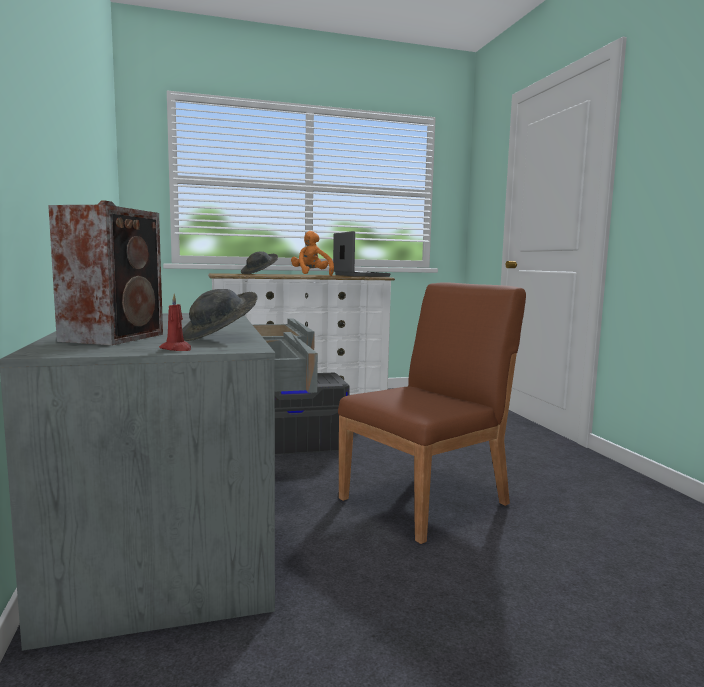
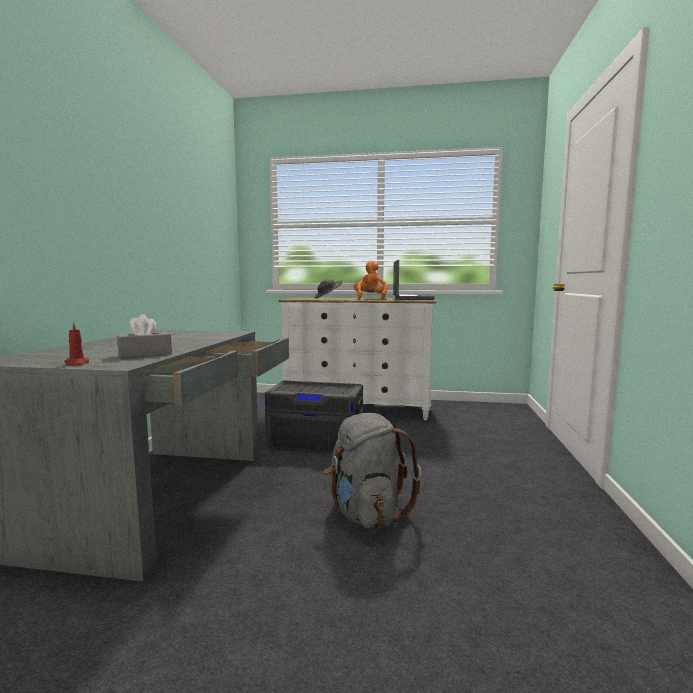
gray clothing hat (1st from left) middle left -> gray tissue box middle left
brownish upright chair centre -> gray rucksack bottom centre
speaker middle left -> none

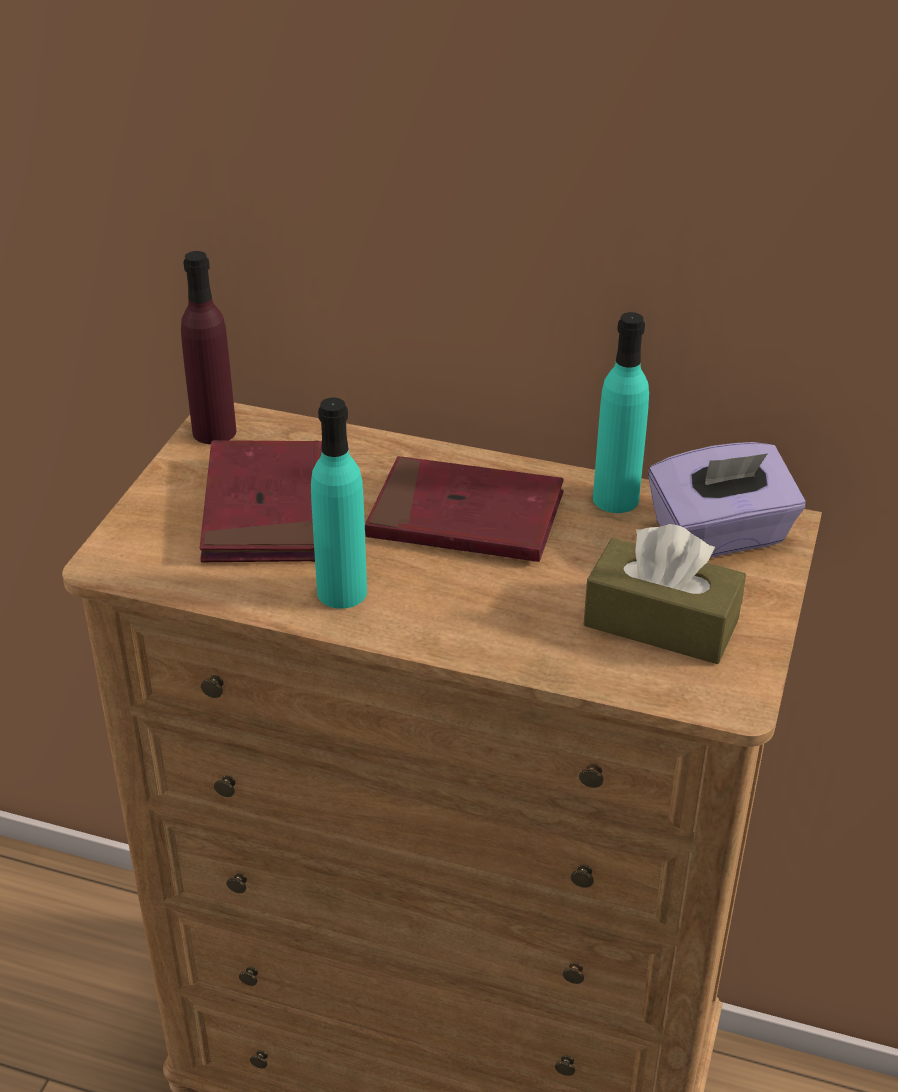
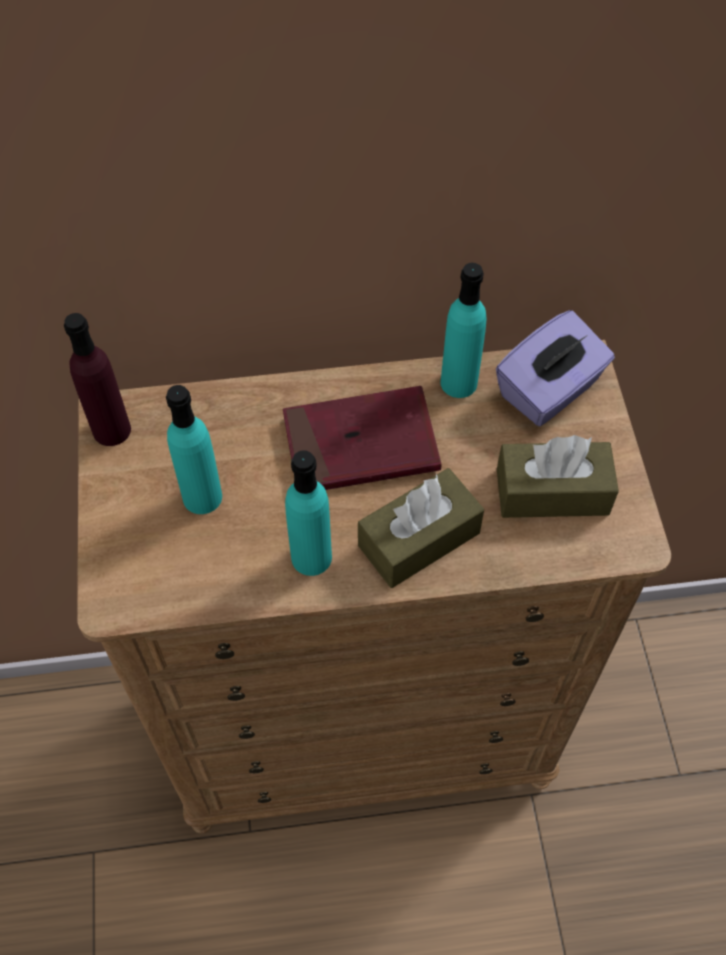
reddish book (1st from left) middle left -> turquoise-coloured drink bottle (1st from left) middle left
none -> brownish tissue box (1st from left) centre

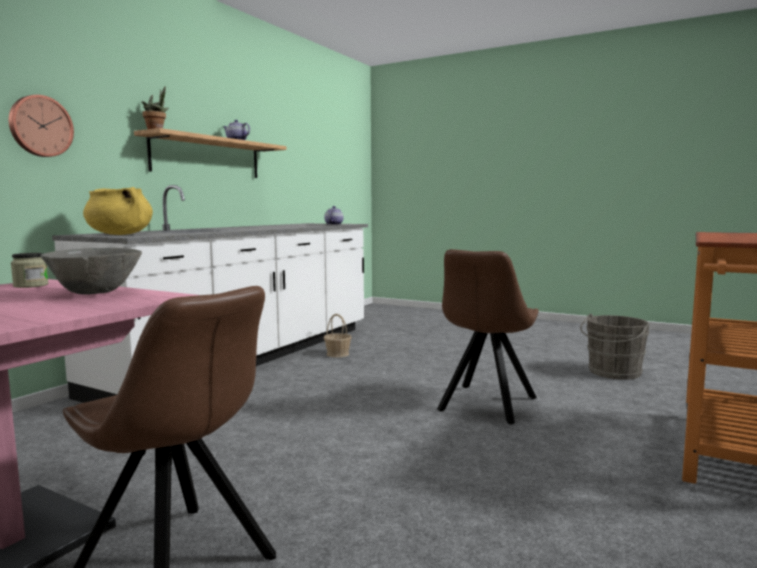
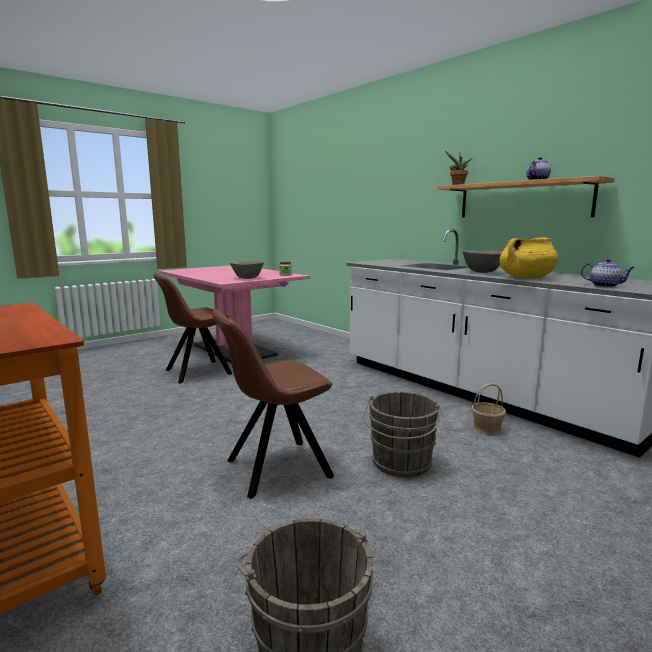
brownish upright chair (2nd from left) centre, 75 degrees counterclockwise
none -> gray water bucket (2nd from left) bottom centre
none -> gray deep dish (2nd from left) middle right
yellow-coloured saucepot middle left -> yellow-coloured saucepot middle right, moved
clock on the wall top left -> none

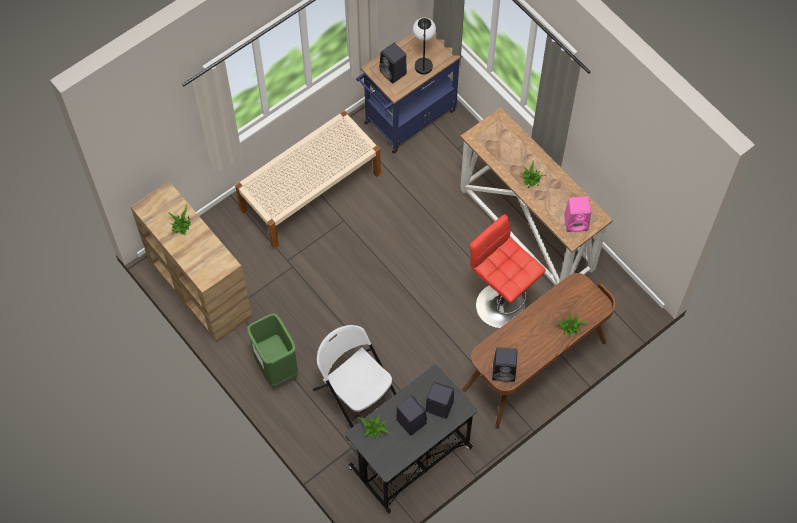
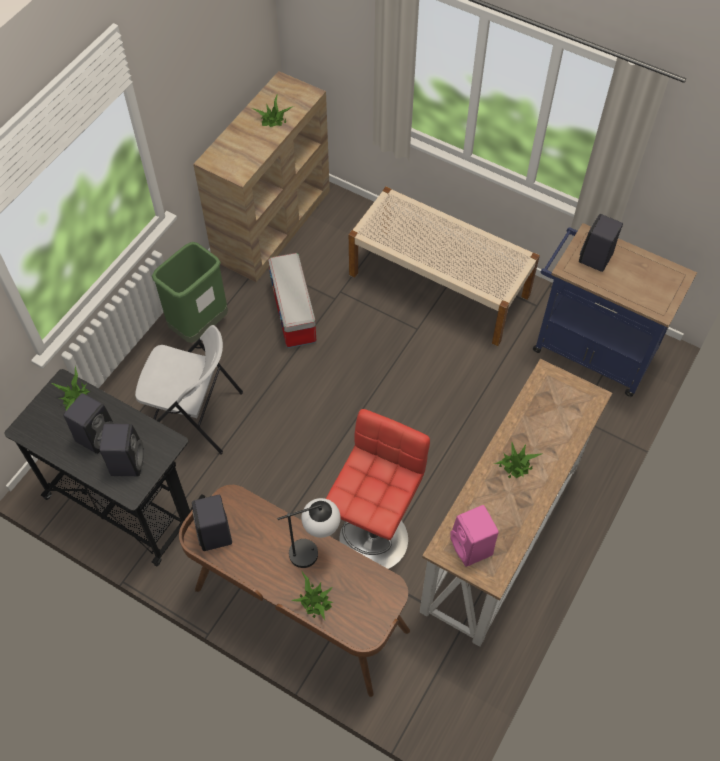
white upright chair bottom centre -> white upright chair middle left, 75 degrees clockwise
none -> storage container centre
table lamp top centre -> table lamp bottom centre, moved

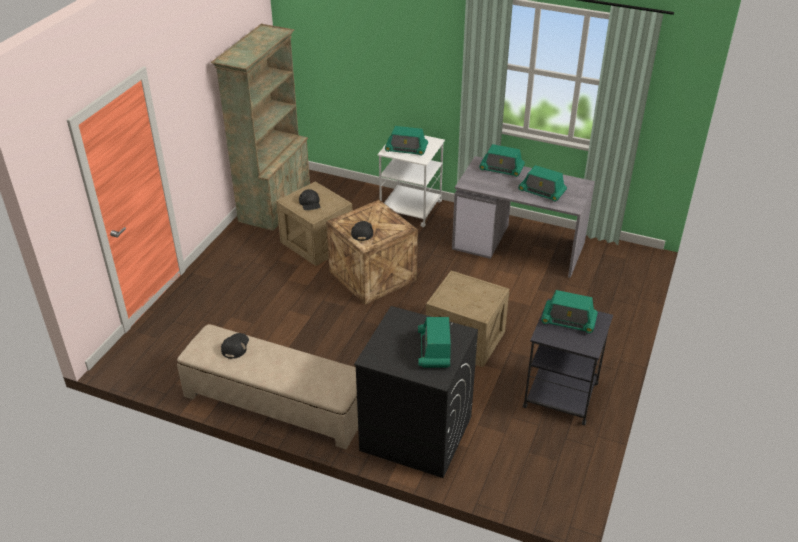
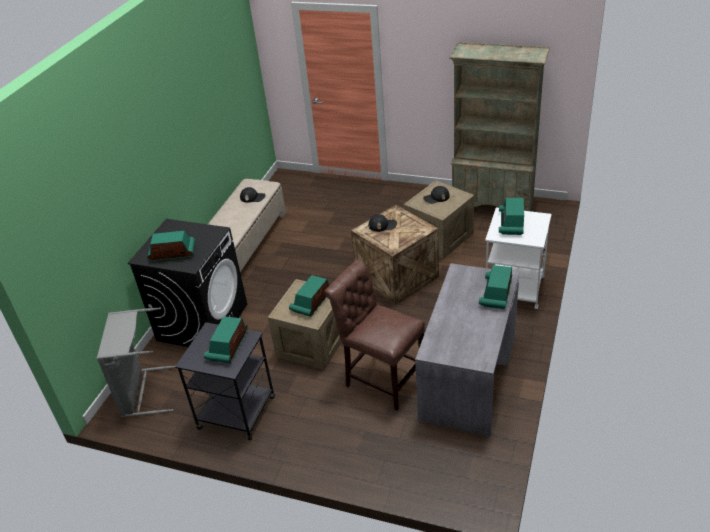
none -> gray hamper bottom left
radio set (4th from left in the first image) middle right -> radio set (3rd from left) centre, moved
none -> brownish upright chair centre

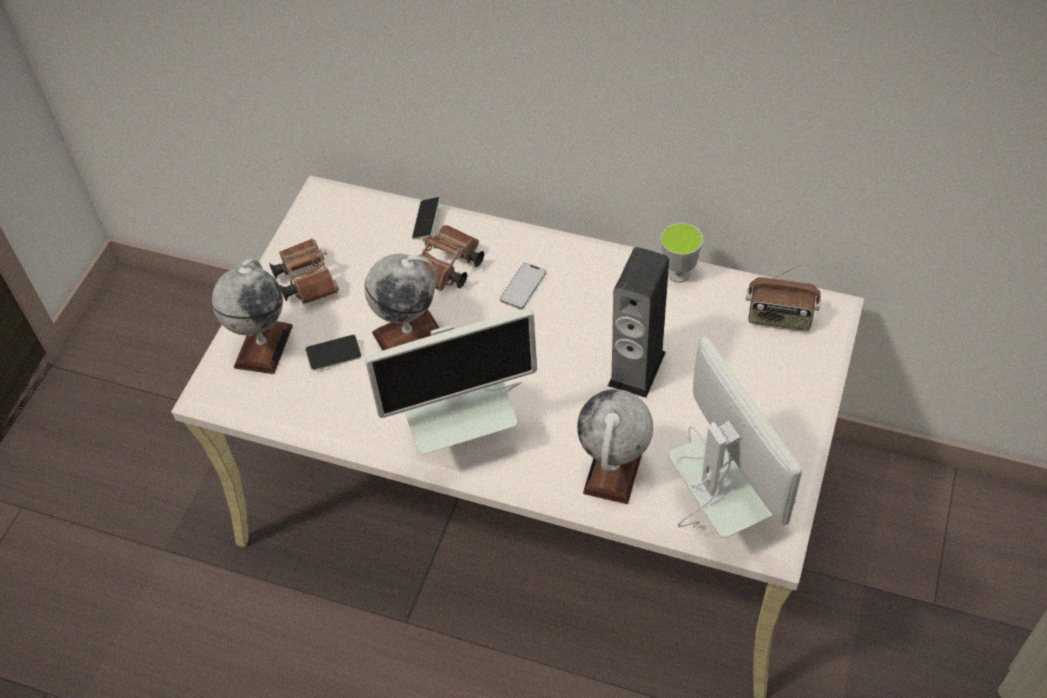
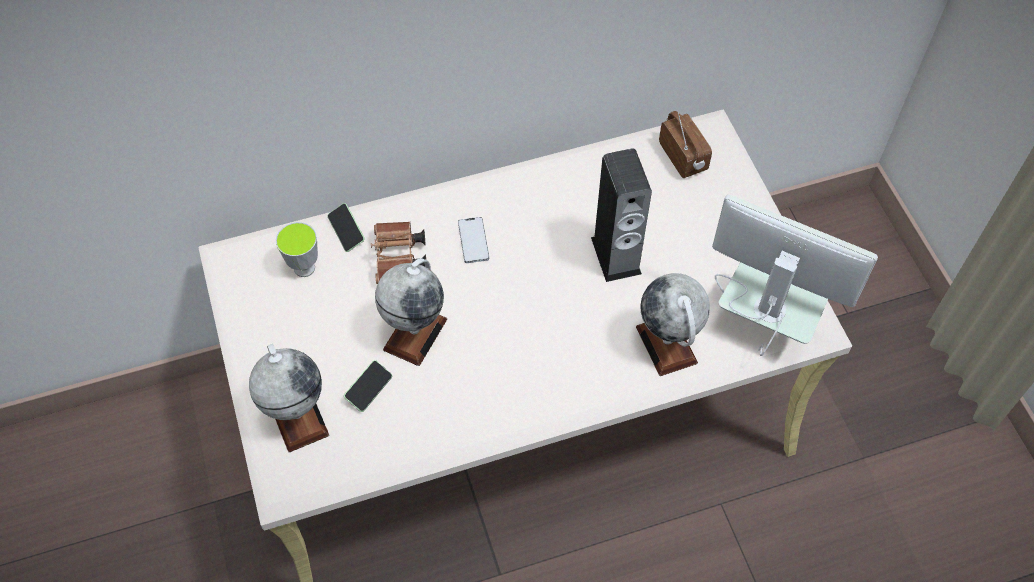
drinking cup centre -> drinking cup middle left, moved
radio set middle right -> radio set top centre, 90 degrees counterclockwise
brownish binoculars (1st from left) middle left -> none
computer display (1st from left) centre -> none

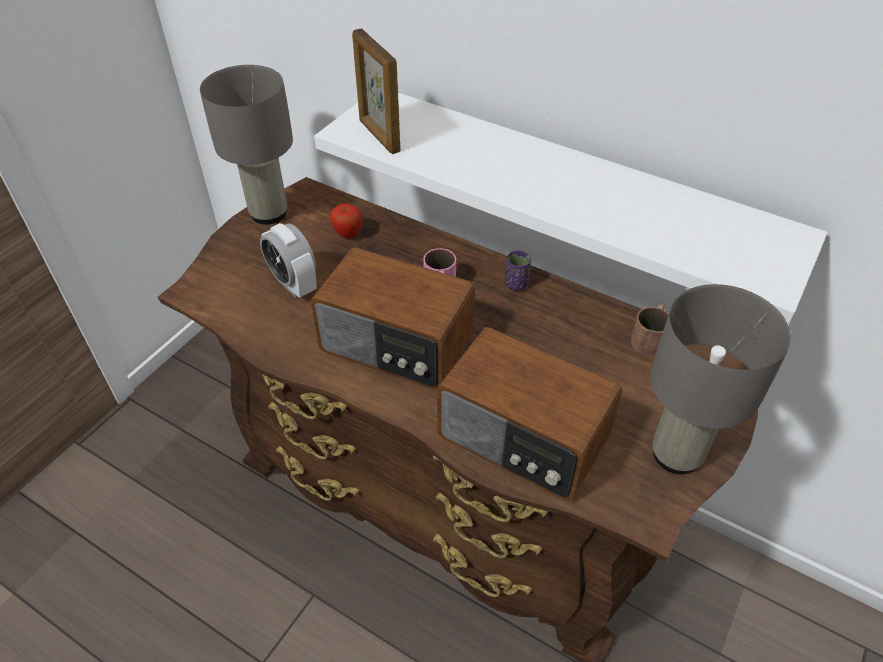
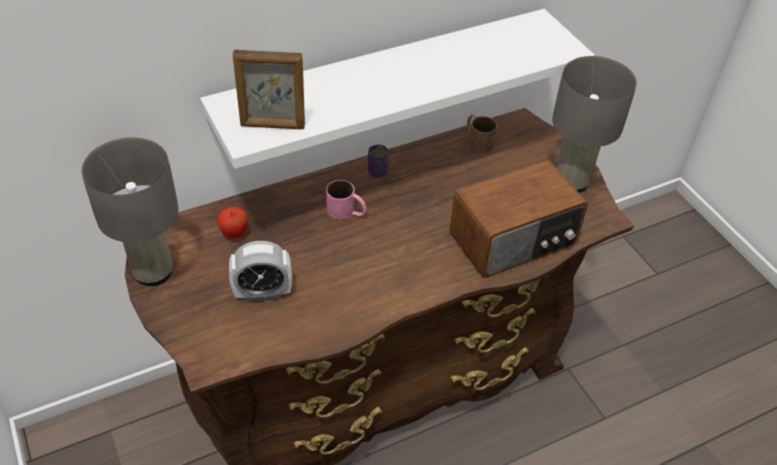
radio set (1st from left) centre -> none

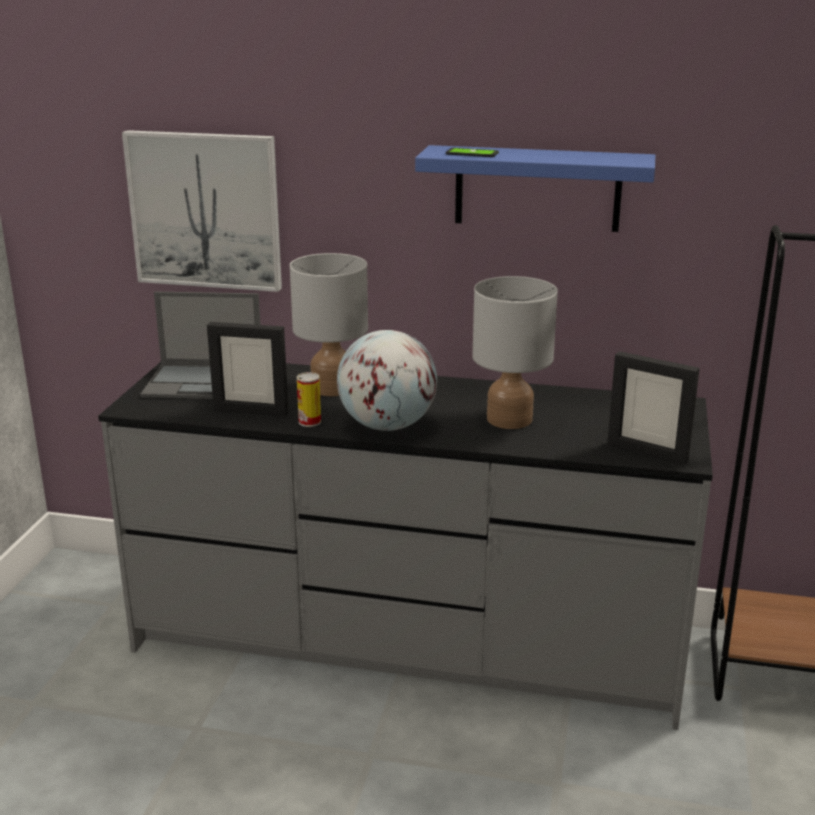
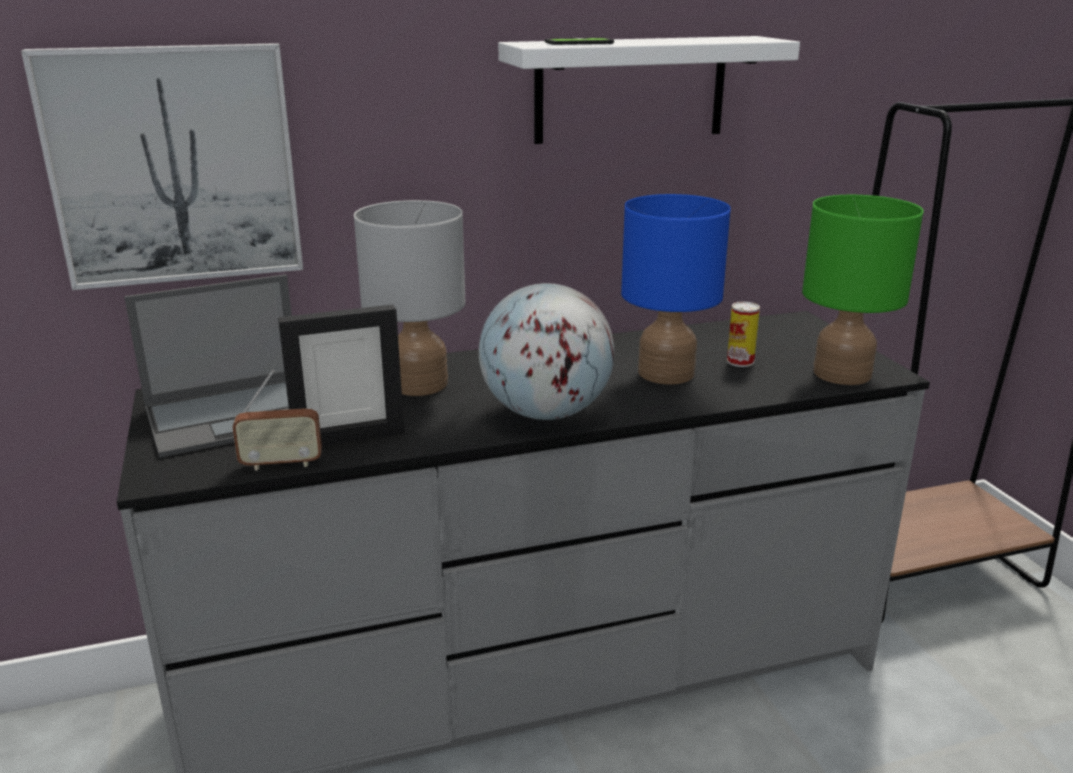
none -> radio set middle left
bluish wall shelf top centre -> white wall shelf top centre
gray table lamp (2nd from left) centre -> bluish table lamp centre
metal can centre -> metal can middle right, moved
standing frame (2nd from left) middle right -> greenish table lamp middle right

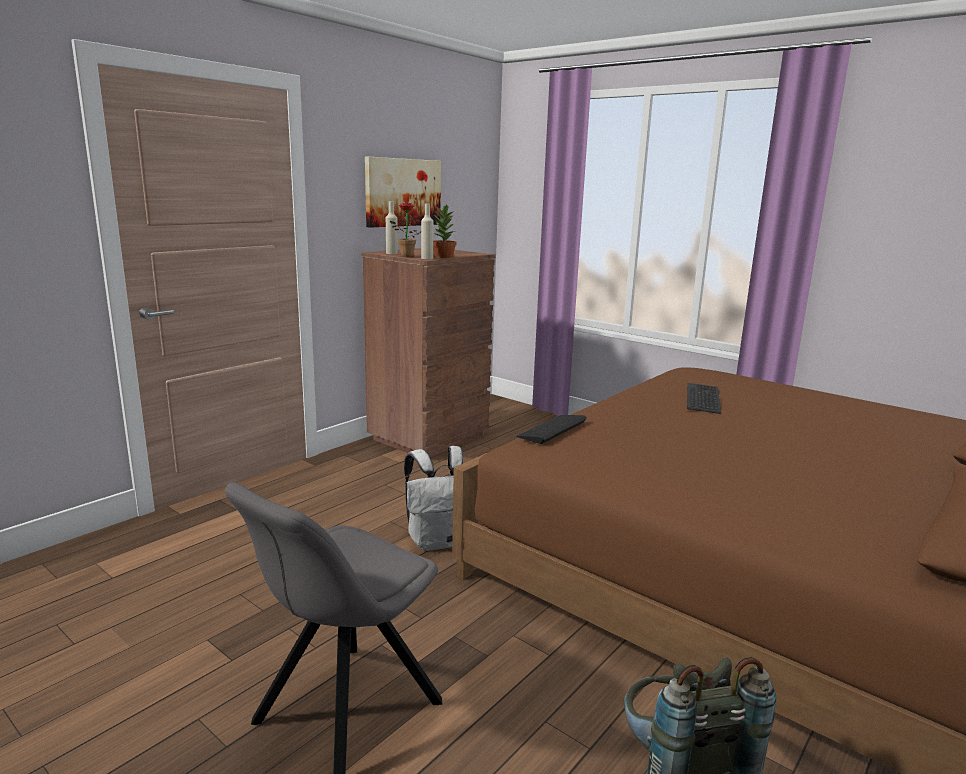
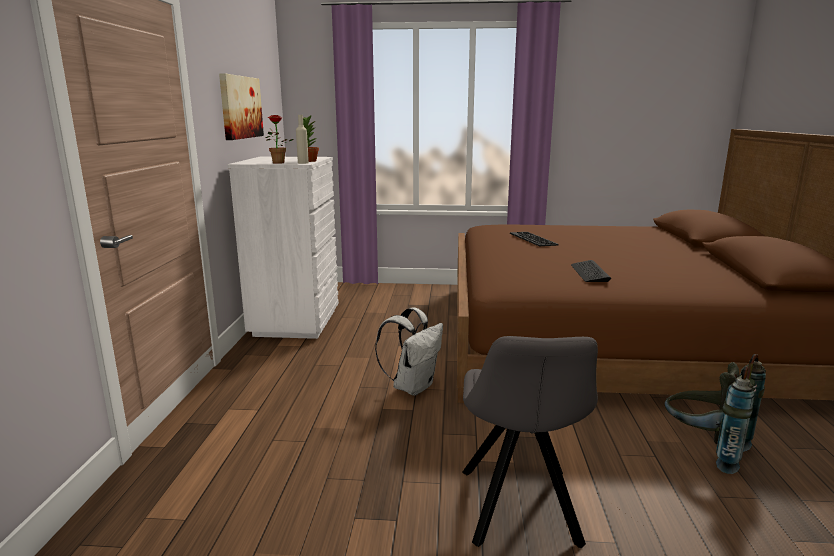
brownish dresser centre -> white dresser centre
computer keyboard (1st from left in the first image) centre -> computer keyboard (2nd from left) middle right, moved
sand-coloured drink bottle (1st from left) top centre -> none

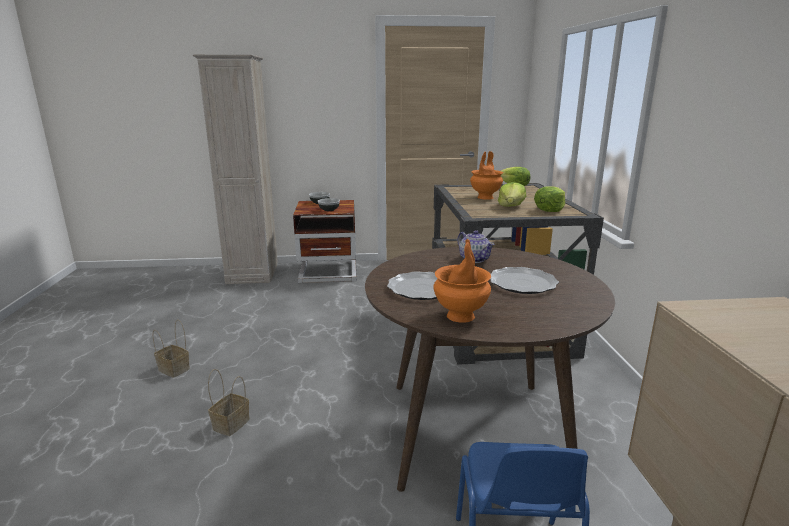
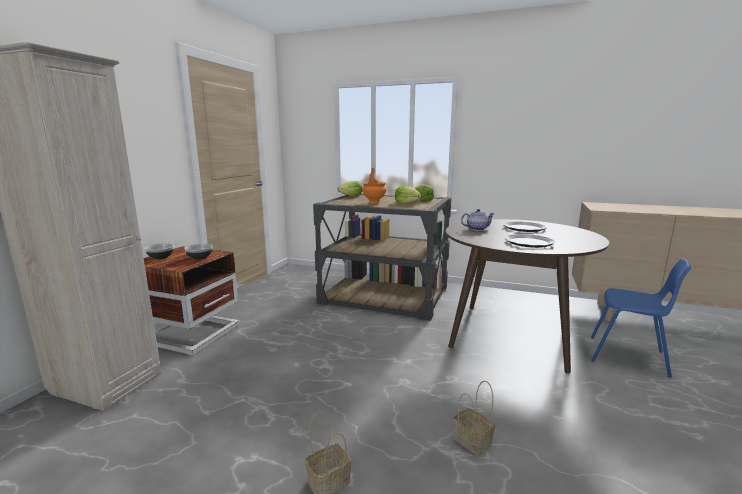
orange-coloured flower vase (1st from left) centre -> none

